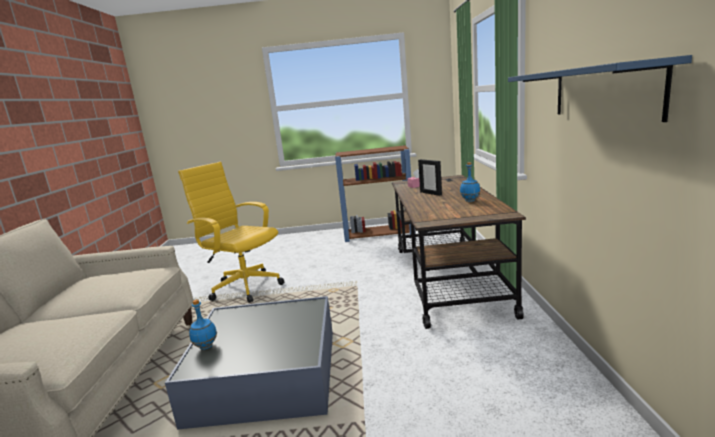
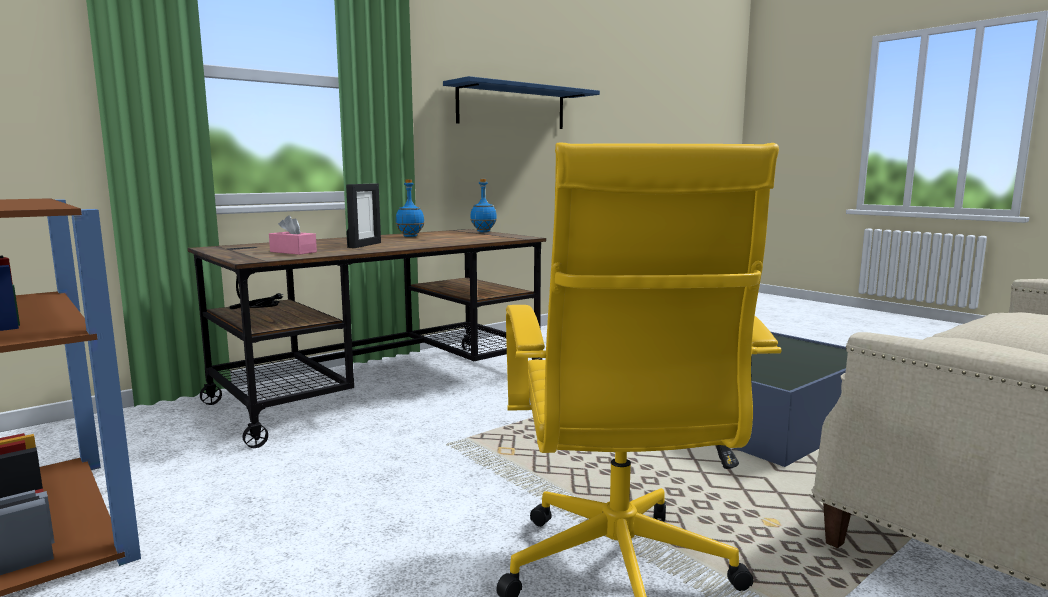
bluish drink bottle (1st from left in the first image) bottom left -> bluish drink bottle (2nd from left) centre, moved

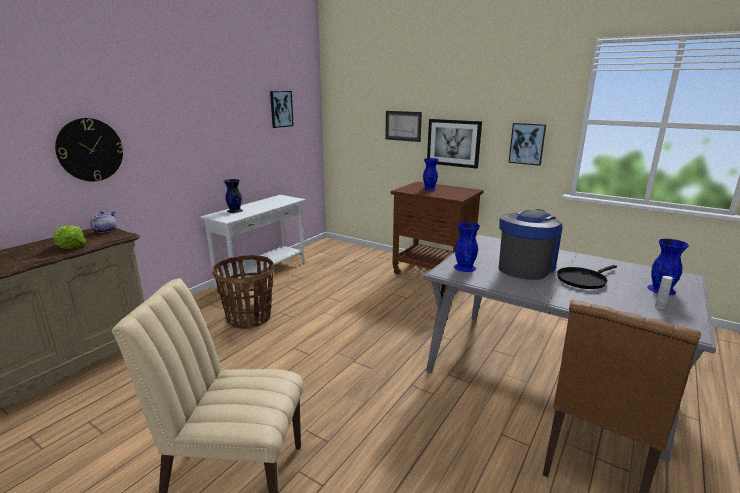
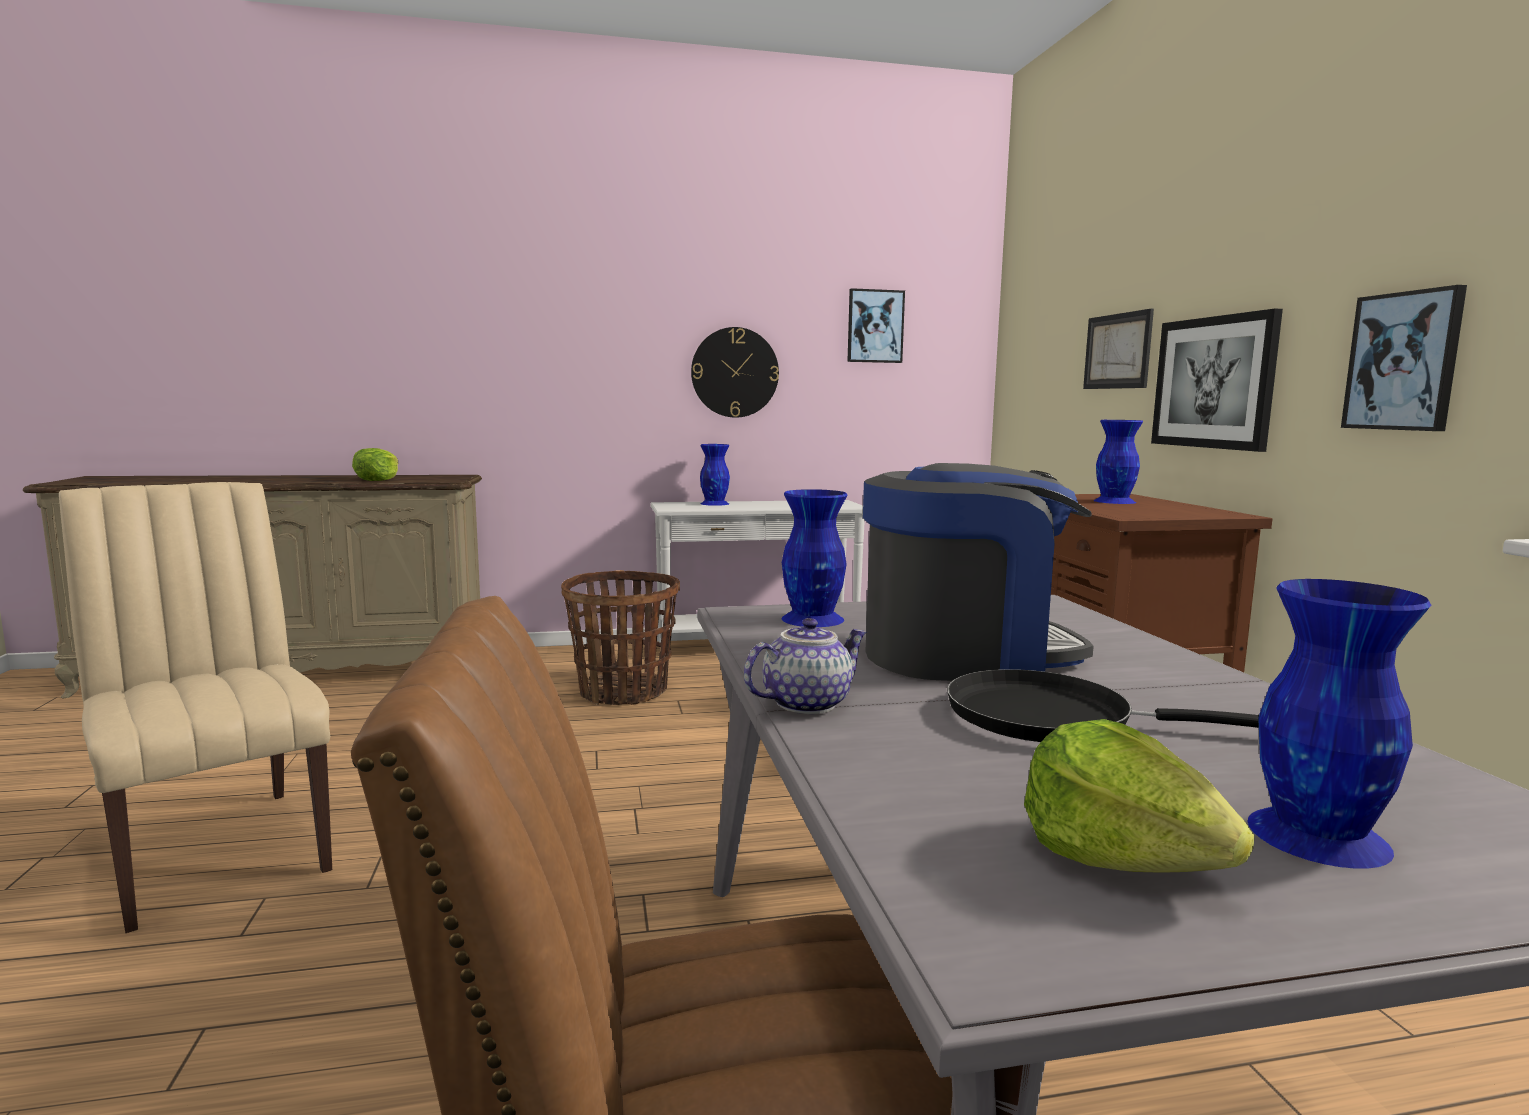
clock on the wall top left -> clock on the wall centre, moved
black flower vase middle left -> bluish flower vase (1st from left) centre
pot for tea middle left -> pot for tea centre, moved
white drink bottle middle right -> lettuce (2nd from left) bottom right

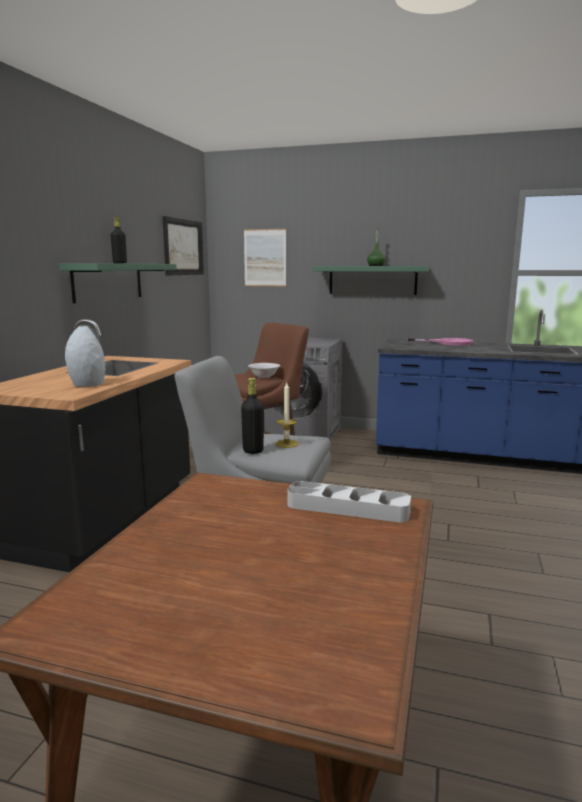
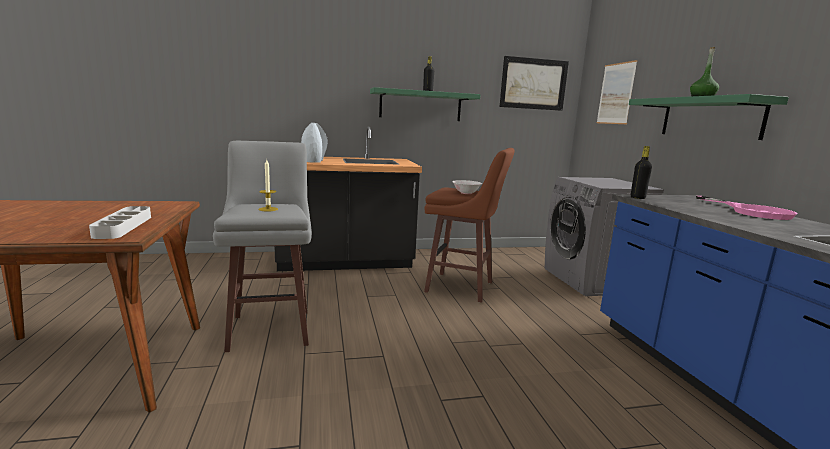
black drink bottle (2nd from left) centre -> black drink bottle (2nd from left) middle right, moved

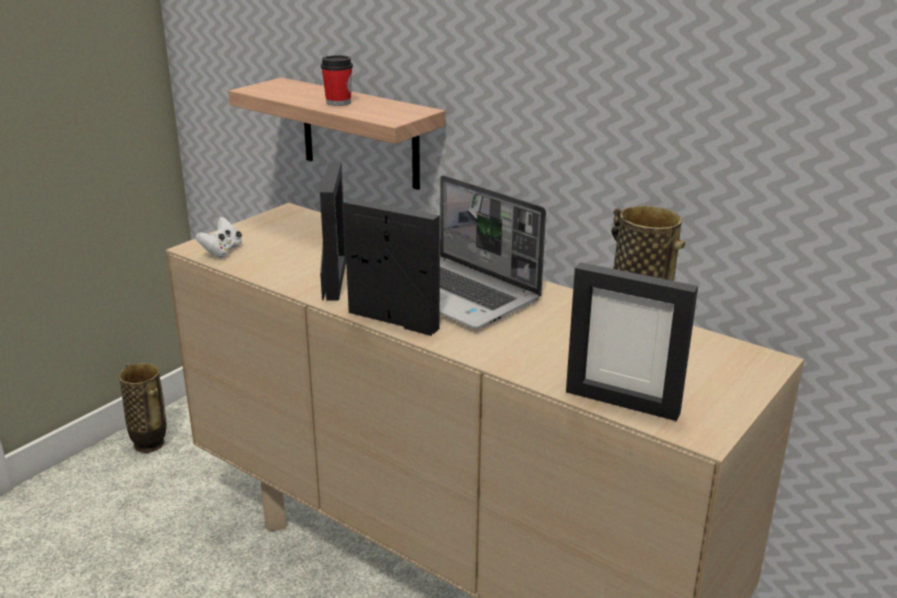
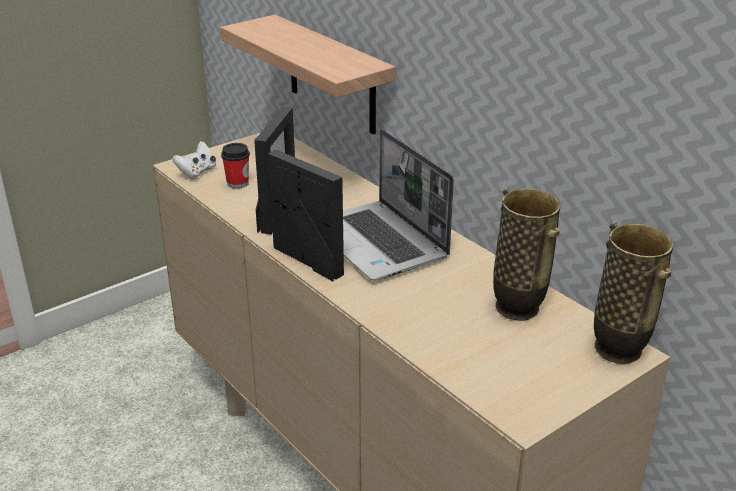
drinking cup top centre -> drinking cup middle left, moved
flower vase (1st from left in the first image) bottom left -> flower vase (2nd from left) middle right, moved
standing frame (3rd from left) middle right -> none

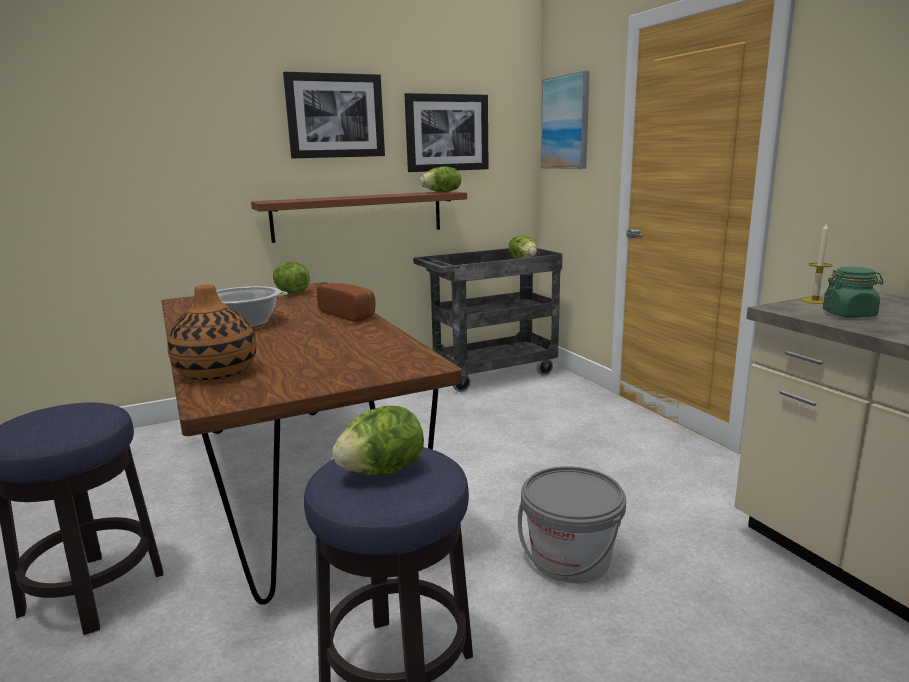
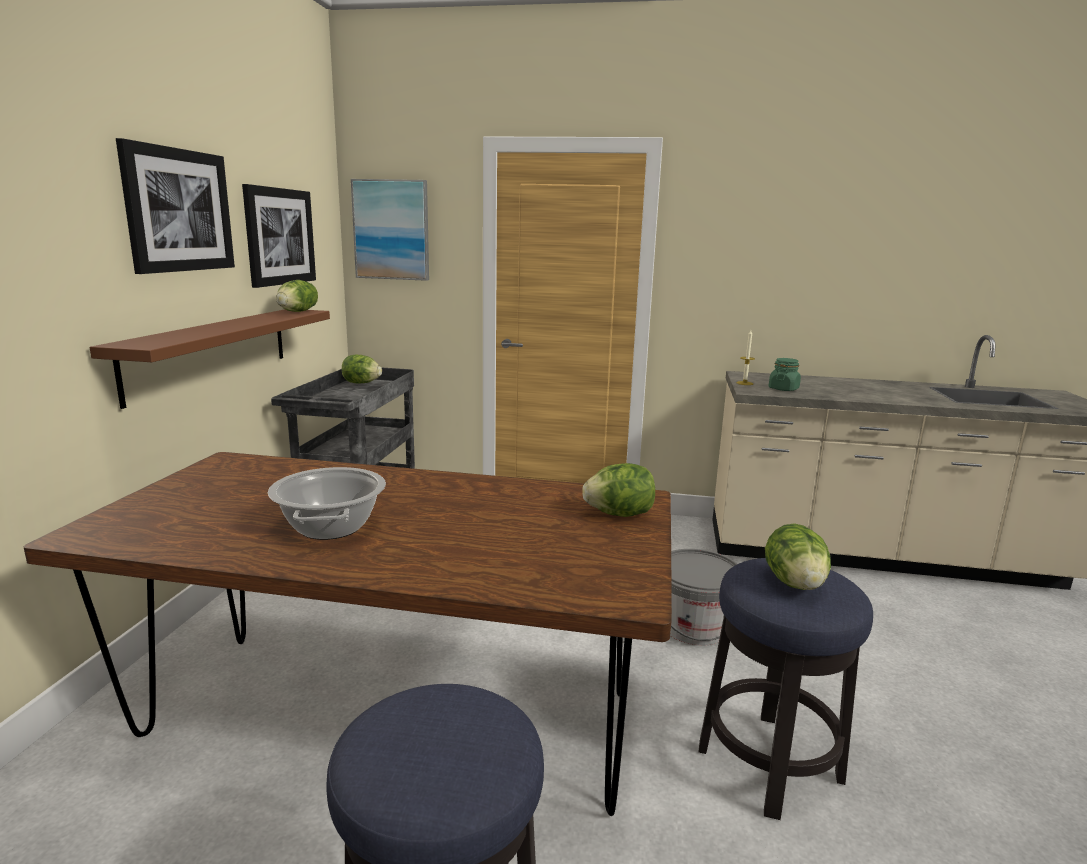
lettuce (1st from left in the first image) middle left -> lettuce (3rd from left) centre, moved
flower vase middle left -> none
bread centre -> none

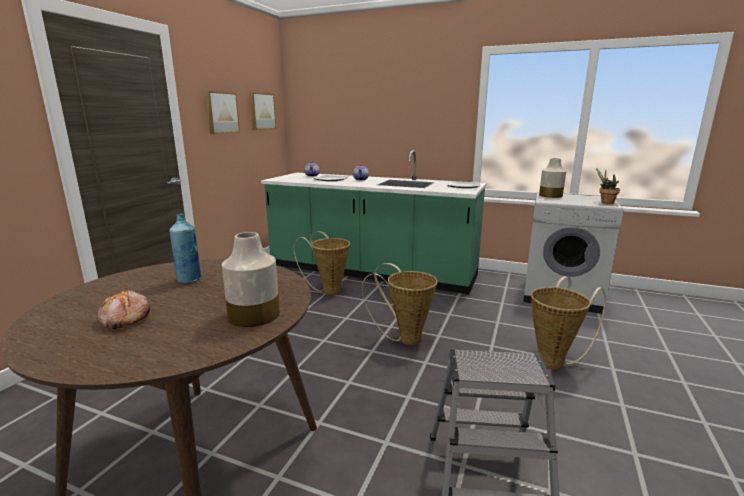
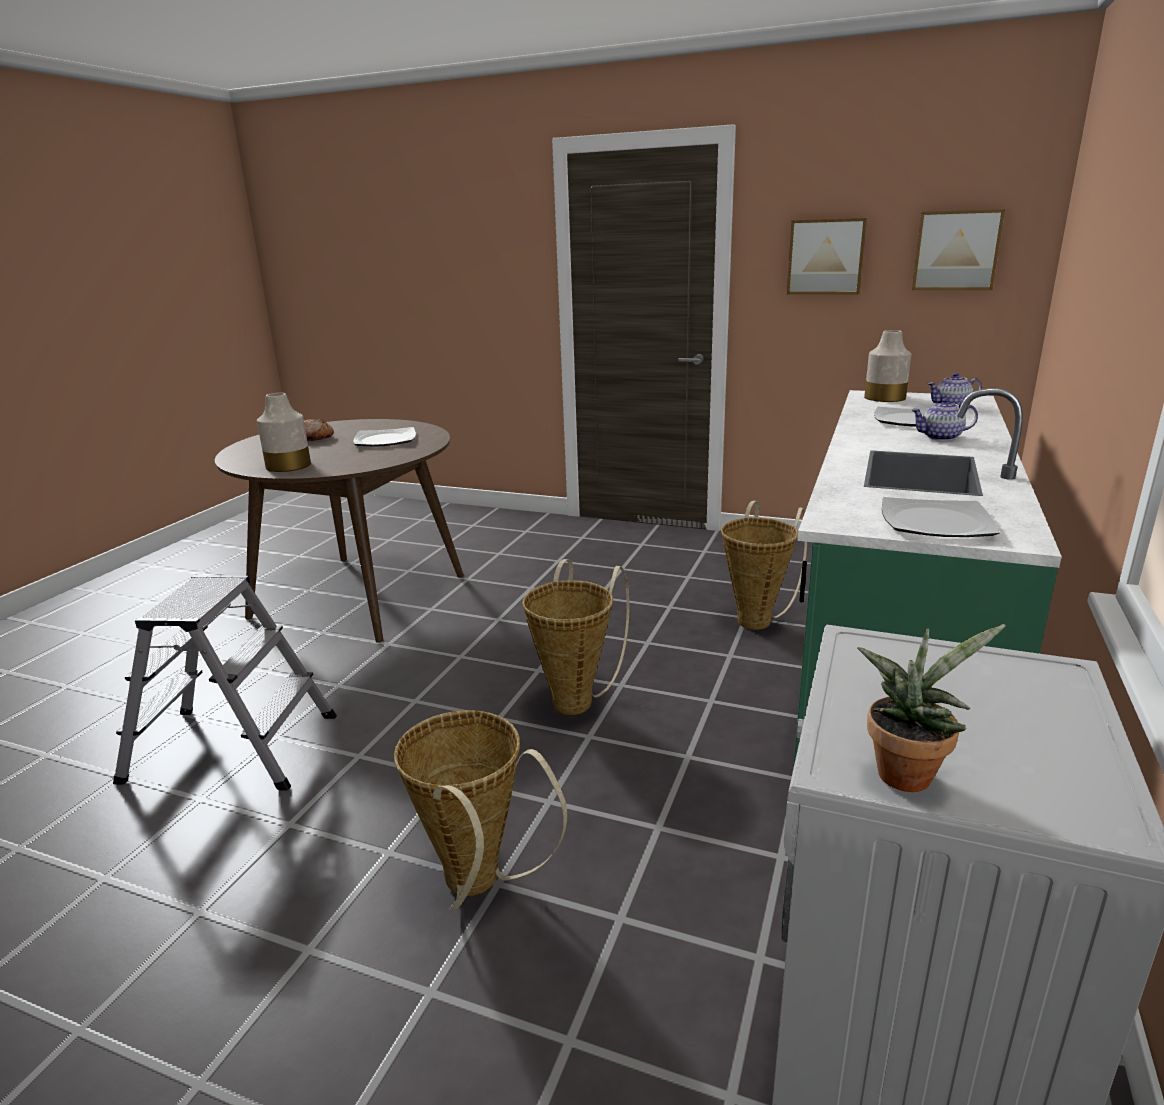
bluish drink bottle middle left -> dinner plate (1st from left) middle left
sand-coloured flower vase (2nd from left) middle right -> sand-coloured flower vase (2nd from left) top right, moved

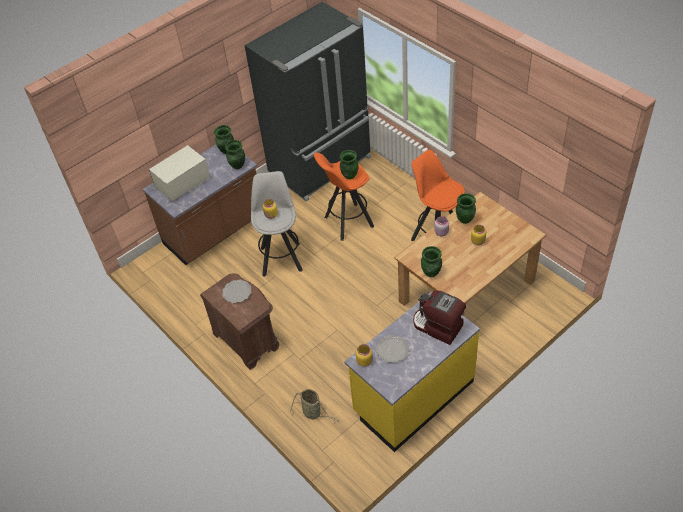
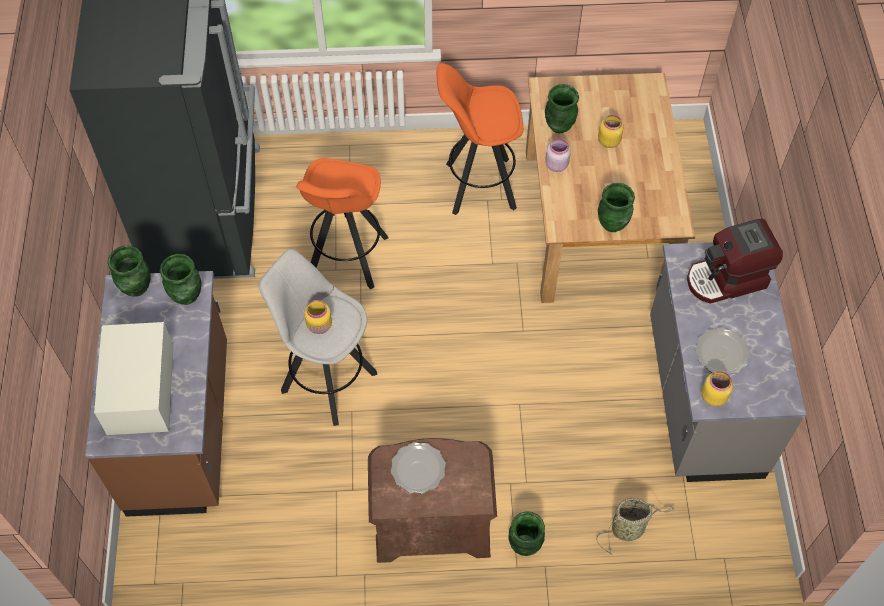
greenish flower vase (3rd from left) top centre -> greenish flower vase (3rd from left) bottom centre, moved
yellow-coloured kitchen base unit bottom centre -> gray kitchen base unit middle right

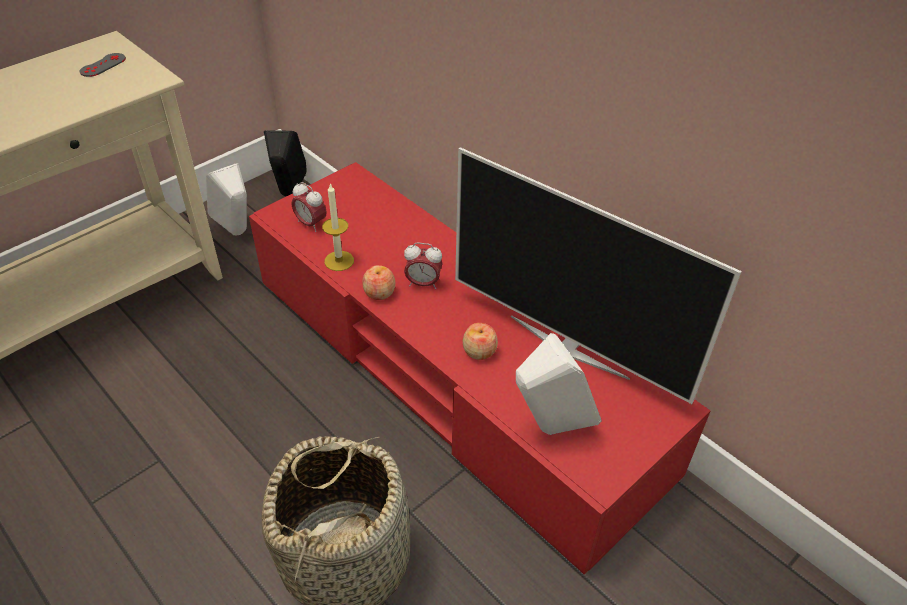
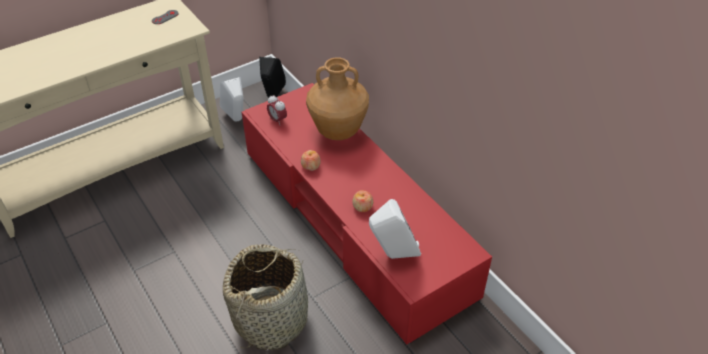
none -> brownish flower vase top centre
wax candle centre -> none
table clock (2nd from left) centre -> none
TV set centre -> none

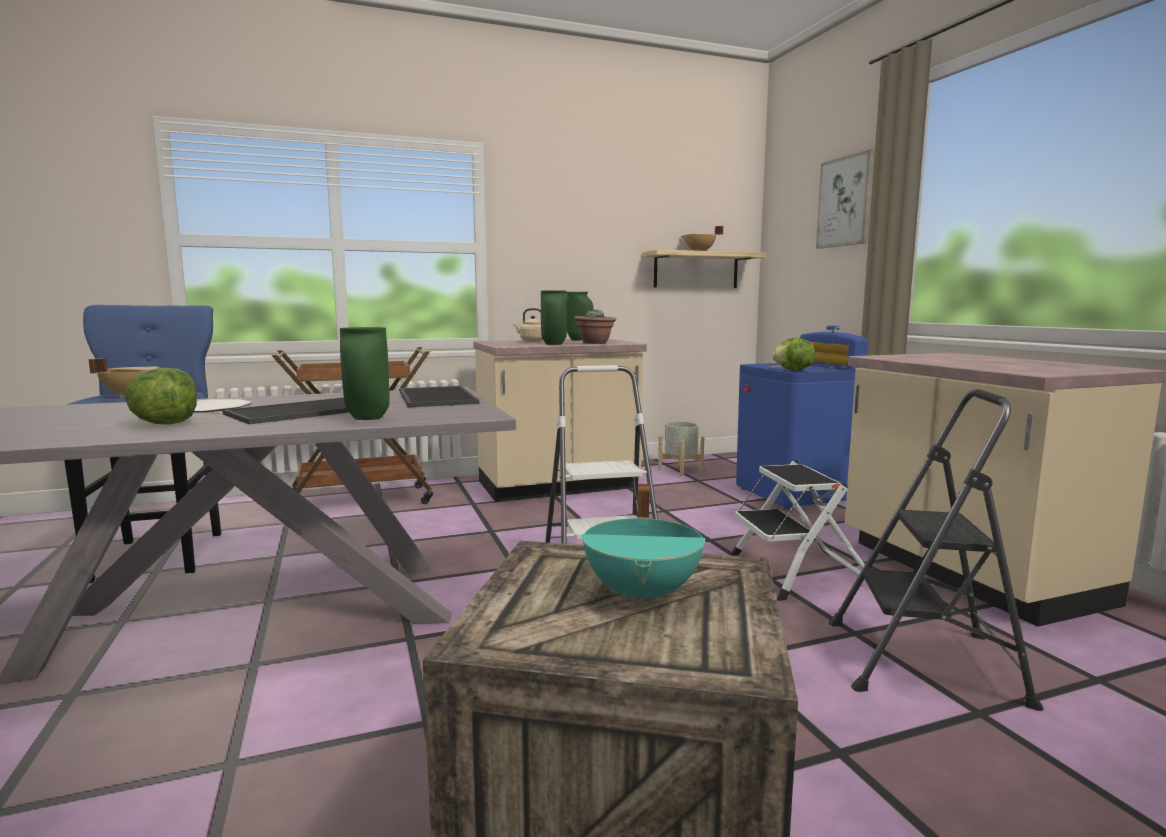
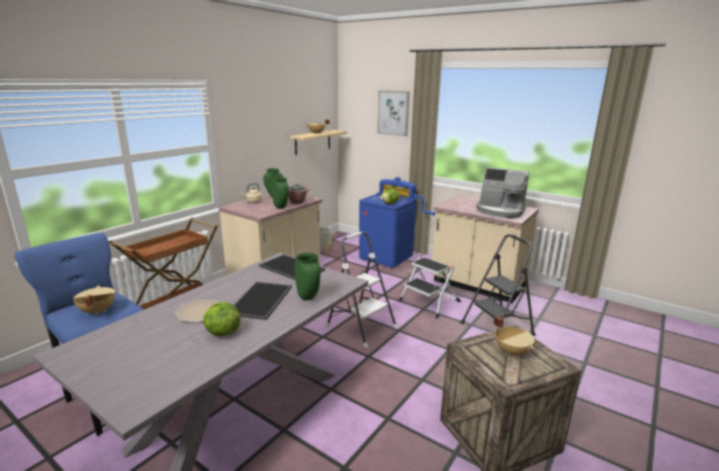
none -> coffee brewer middle right
turquoise-coloured saucepot centre -> sand-coloured saucepot (3rd from left) bottom right

